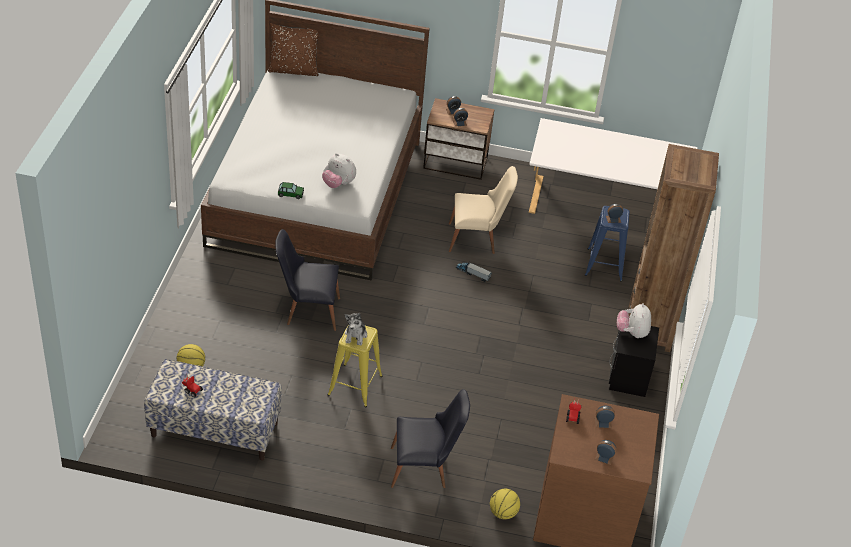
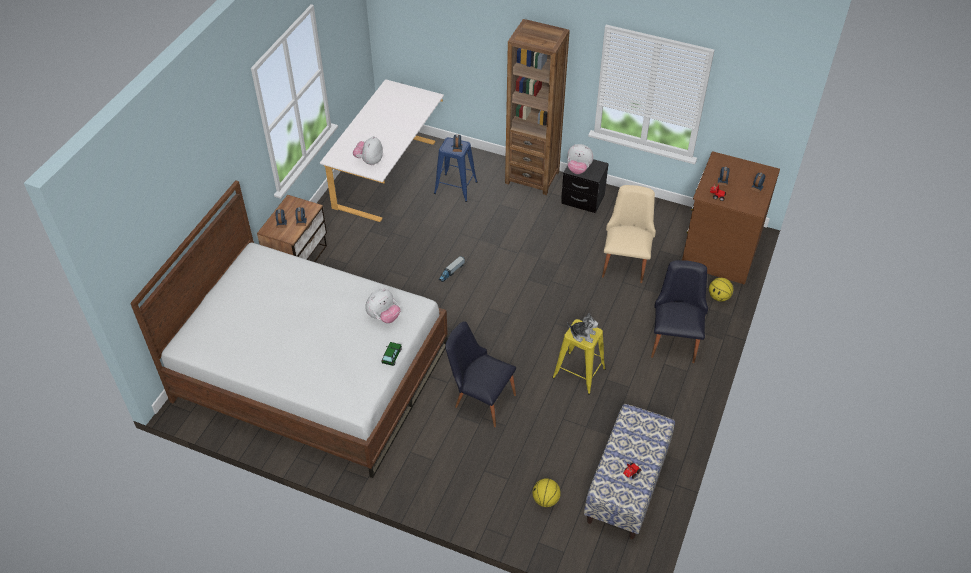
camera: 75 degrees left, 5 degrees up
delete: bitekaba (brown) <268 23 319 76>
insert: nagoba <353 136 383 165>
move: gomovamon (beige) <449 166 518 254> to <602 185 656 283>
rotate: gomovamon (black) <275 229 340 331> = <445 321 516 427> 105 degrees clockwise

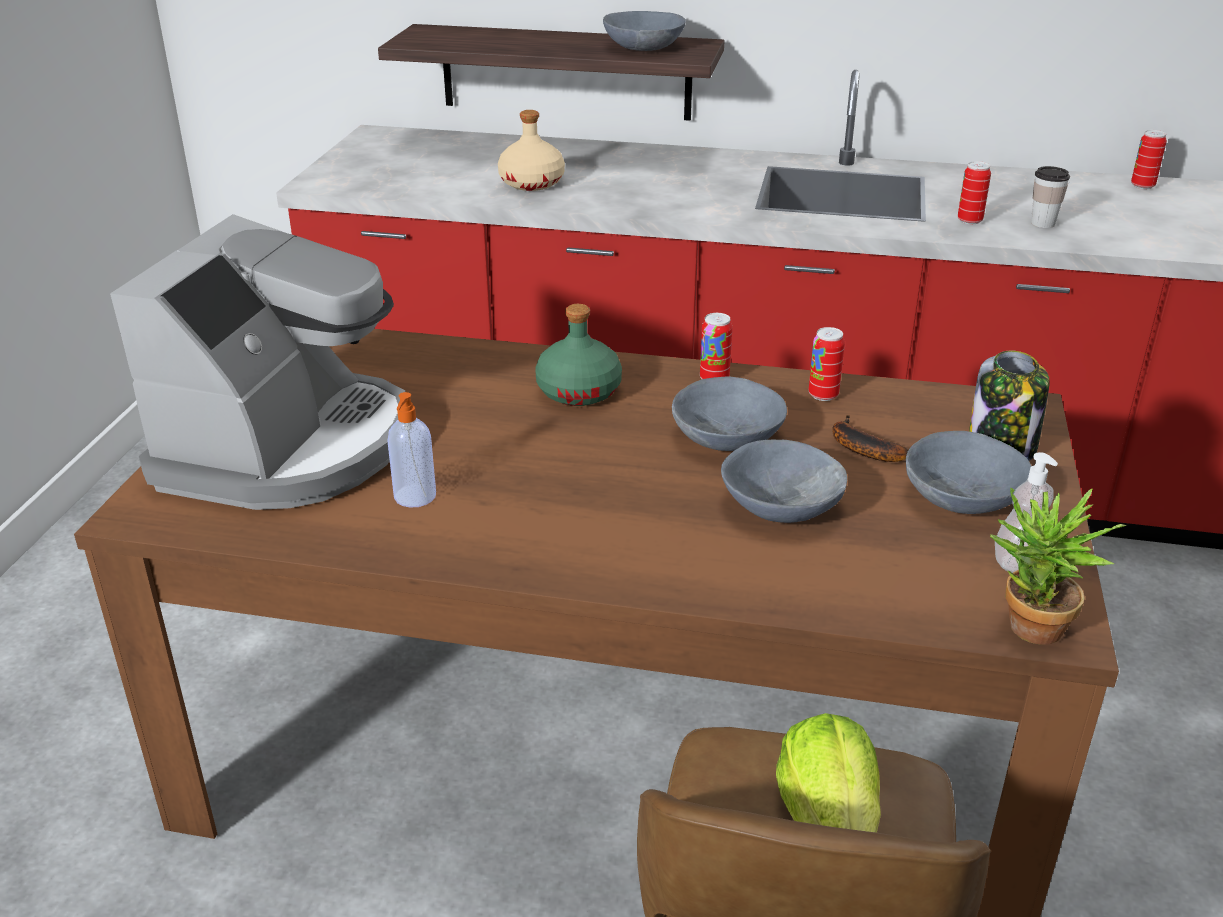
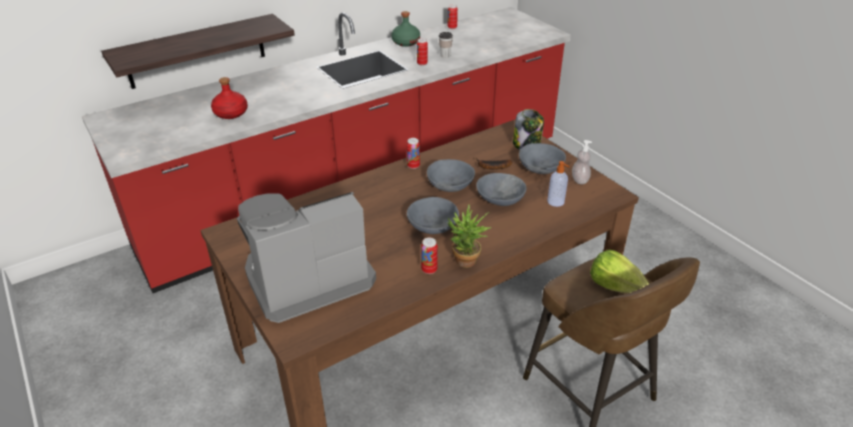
camera: 45 degrees left, 5 degrees up
move: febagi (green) <535 304 622 406> to <392 11 420 47>; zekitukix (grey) <603 11 686 51> to <407 197 459 234>; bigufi <809 327 845 401> to <421 238 438 274>; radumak <990 488 1126 645> to <448 205 491 268>; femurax <387 392 436 508> to <547 161 570 207>
recolor: febagi (beige) <498 110 565 191> to febagi (red) <211 77 248 119>
rotate: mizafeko <110 214 405 510> = <237 192 376 323> 90 degrees counterclockwise

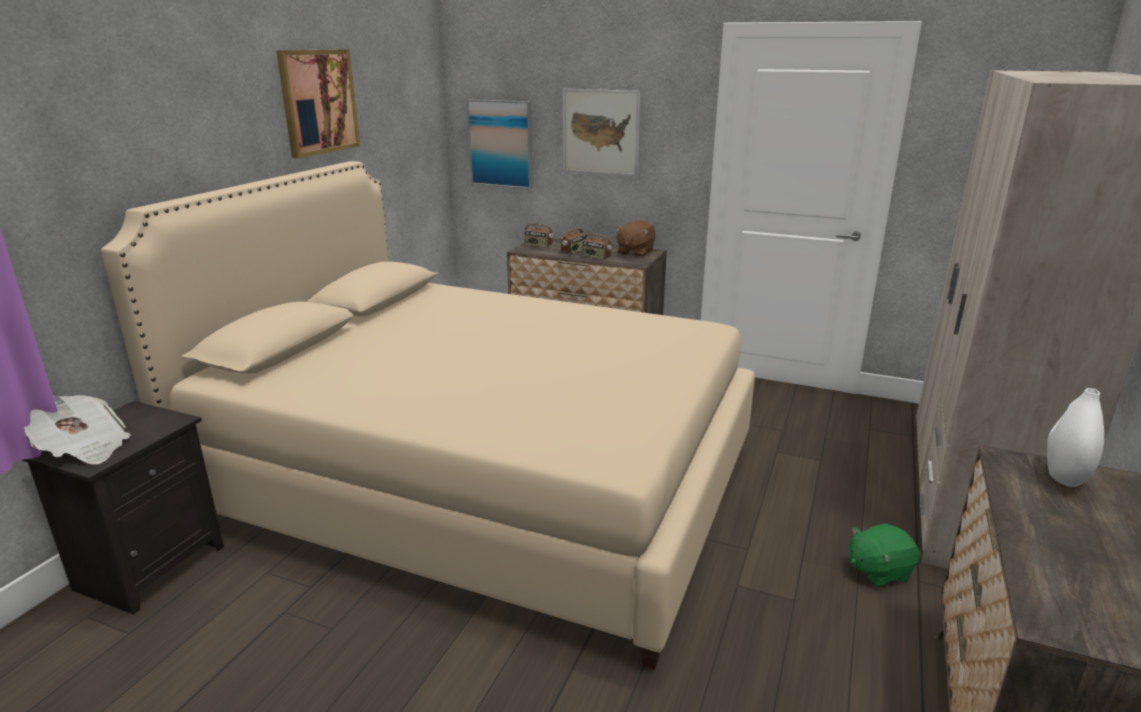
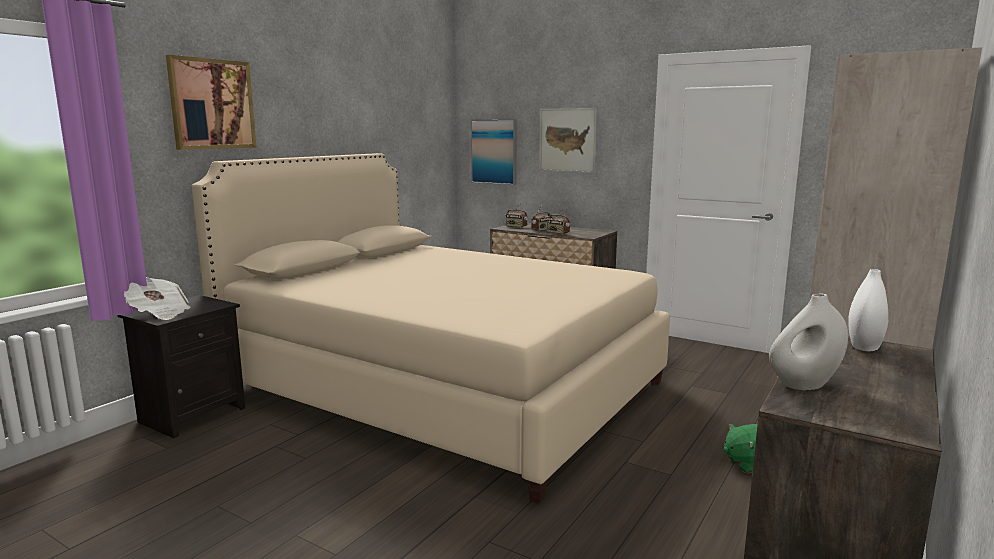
camera: 10 degrees right, 10 degrees down
delete: nagoba (brown) <615 220 656 257>
insert: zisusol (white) <769 294 848 391>
move: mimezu <276 49 360 158> to <166 55 257 150>

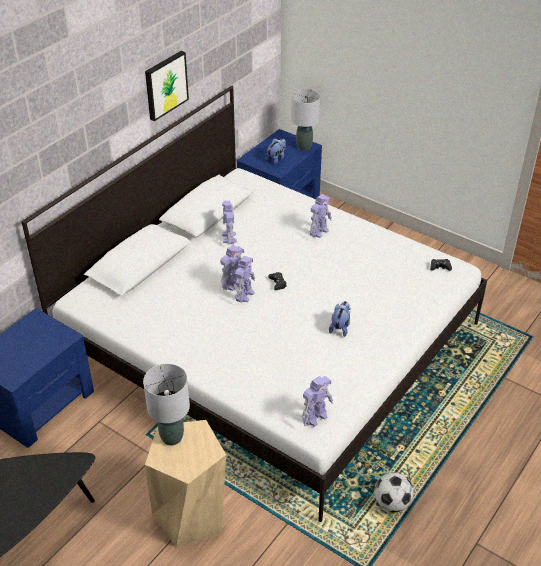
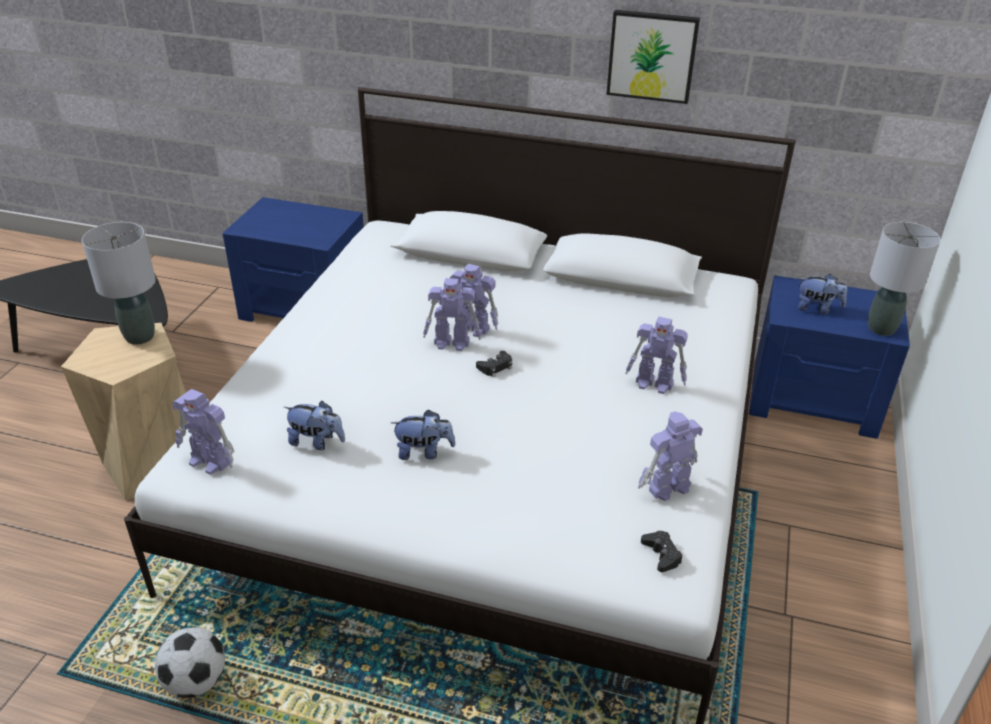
camera: 70 degrees right, 5 degrees down
insert: nagoba <284 401 345 450>
move: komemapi <222 201 237 245> to <638 411 703 501>

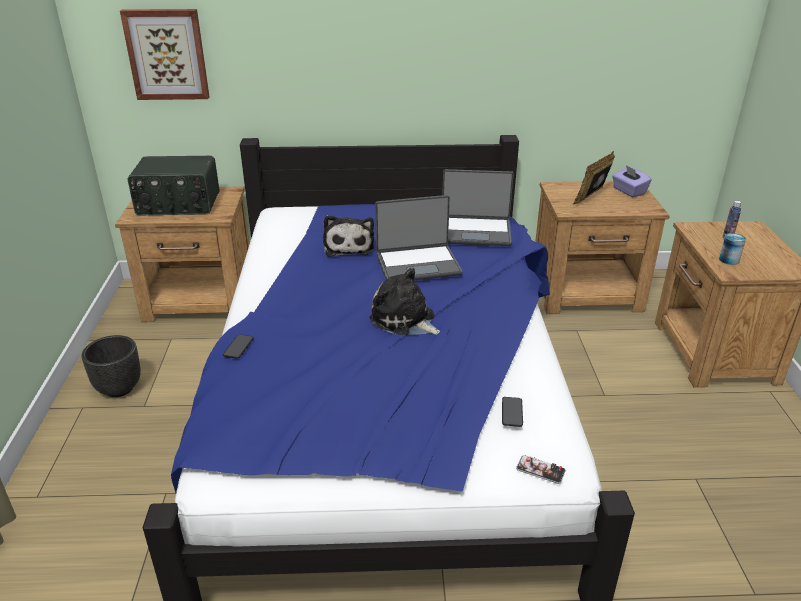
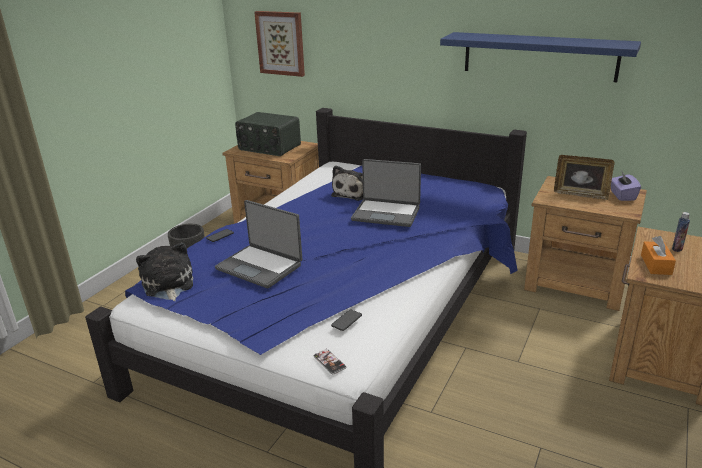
camera: 30 degrees right, 5 degrees down
insert: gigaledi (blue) <440 32 641 82>
move: nagoba <370 267 440 335> to <136 242 193 302>; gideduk <442 169 514 246> to <215 200 302 288>
replace: bigufi <719 233 746 265> to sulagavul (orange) <641 236 676 275>
rotate: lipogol <573 151 615 204> = <554 155 615 200> 135 degrees counterclockwise

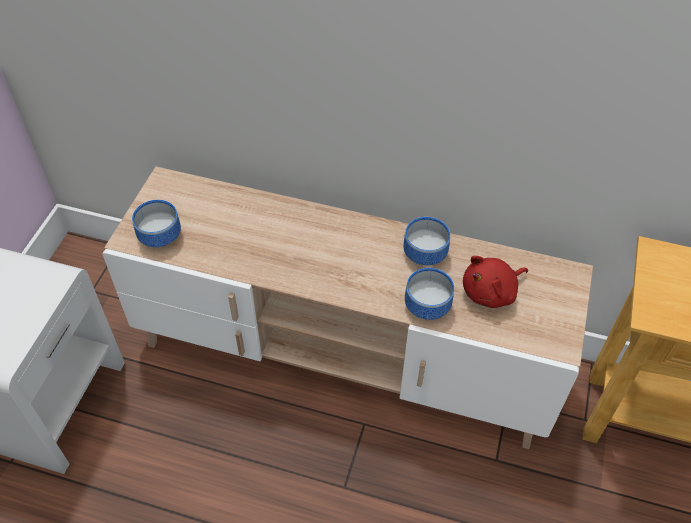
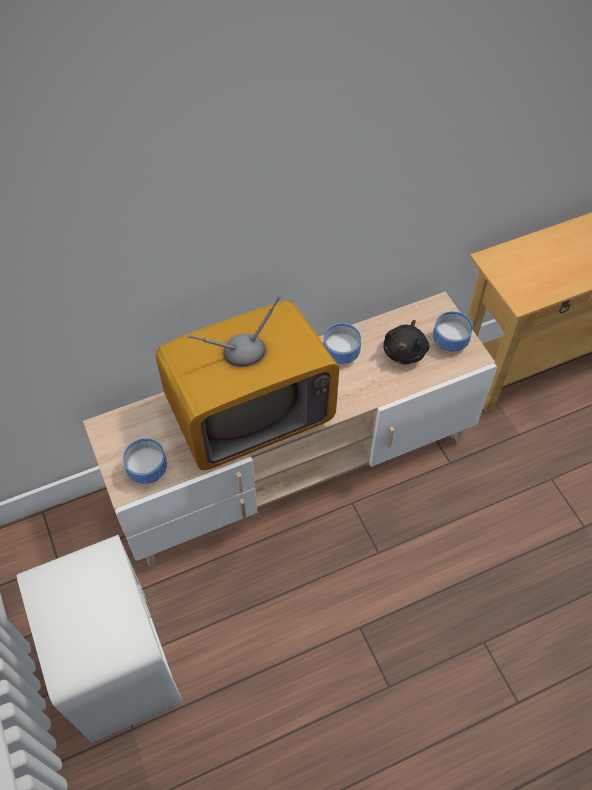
camera: 40 degrees left, 5 degrees up
insert: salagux <156 294 339 470>
move: zekitukix <405 268 454 320> to <433 311 473 352>
recolor: nagoba (red) <463 256 528 308> to nagoba (black) <383 320 429 364>

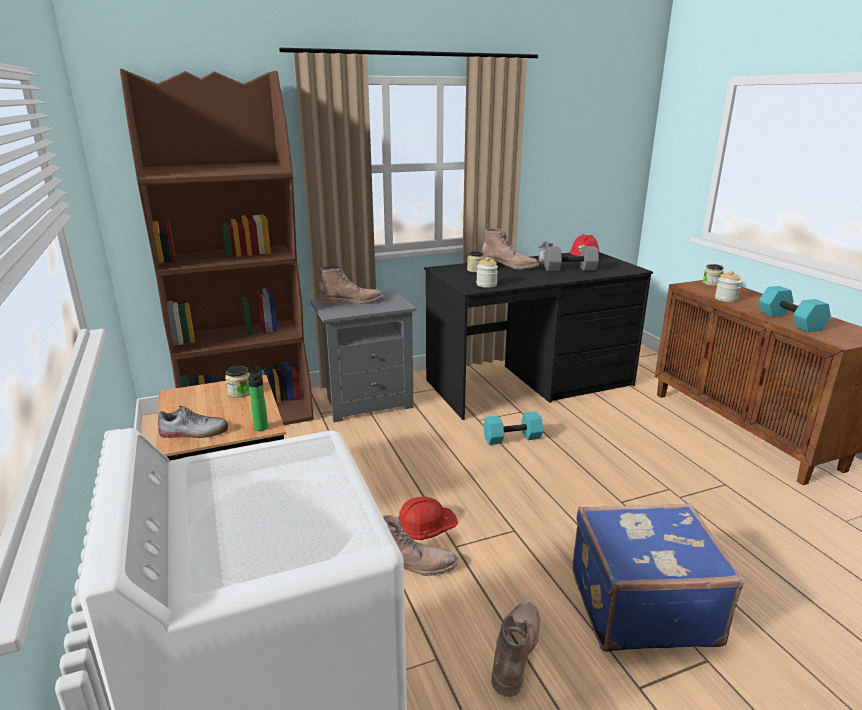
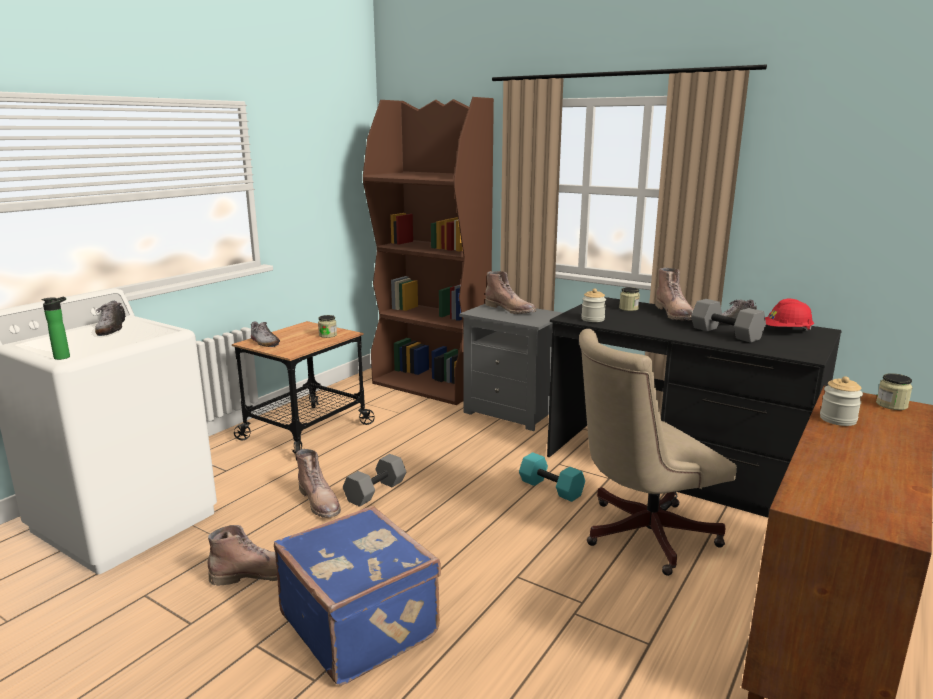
camera: 55 degrees right, 5 degrees down
delete: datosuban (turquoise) <759 286 831 332>
insert: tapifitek <95 301 126 336>; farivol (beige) <579 329 736 576>
move: febagi <248 370 268 431> to <42 297 70 360>
replace: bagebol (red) <398 497 458 540> to datosuban (grey) <343 454 406 507>

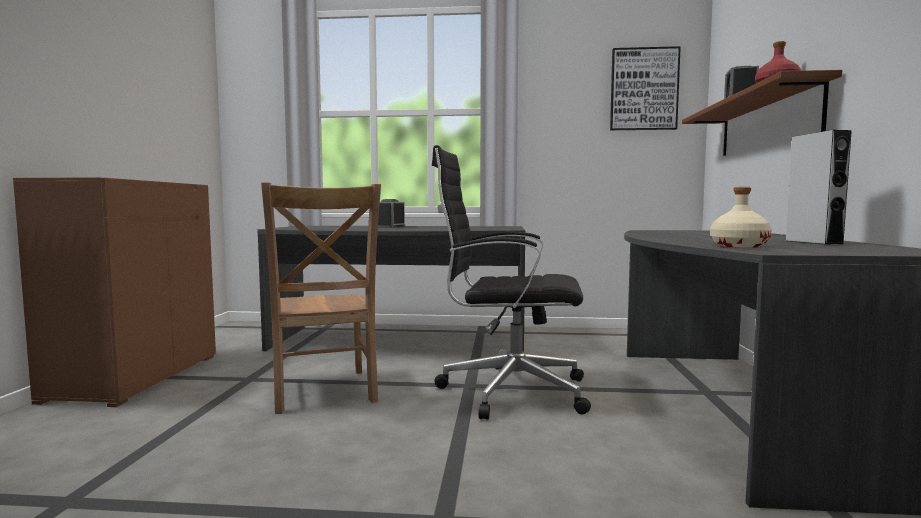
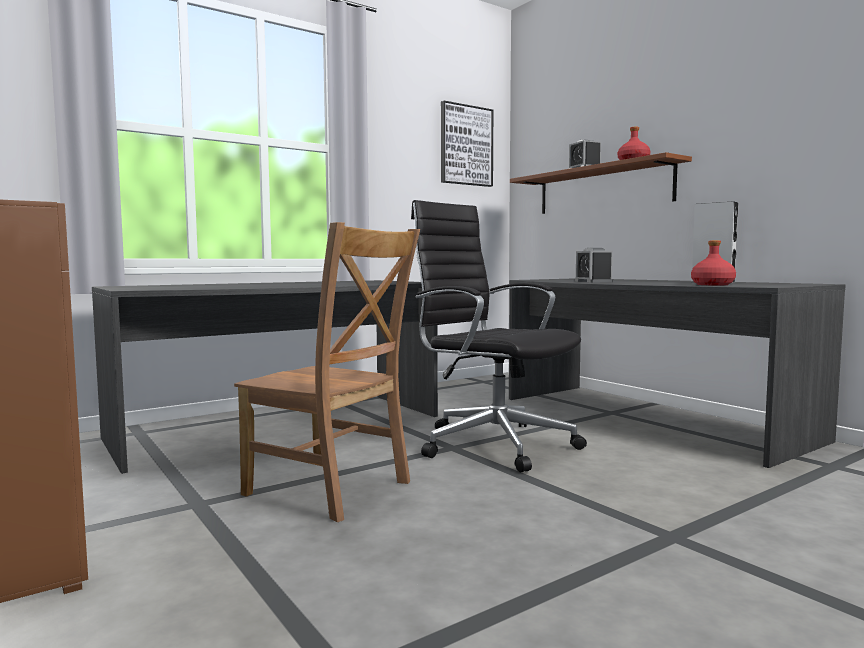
camera: 40 degrees left, 0 degrees up
move: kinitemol <378 199 405 228> to <575 248 613 282>
recolor: febagi (beige) <710 187 772 248> to febagi (red) <691 240 736 285>
rotate: farivol (black) <432 145 591 420> = <411 200 587 472> 75 degrees clockwise

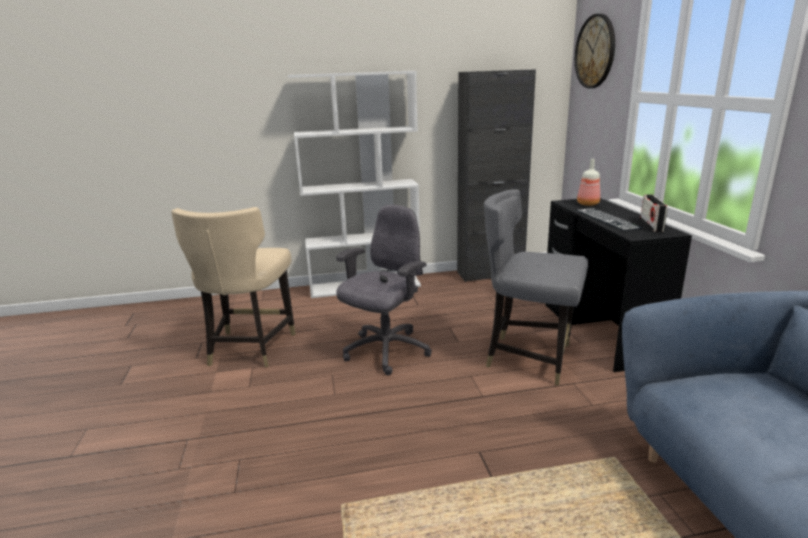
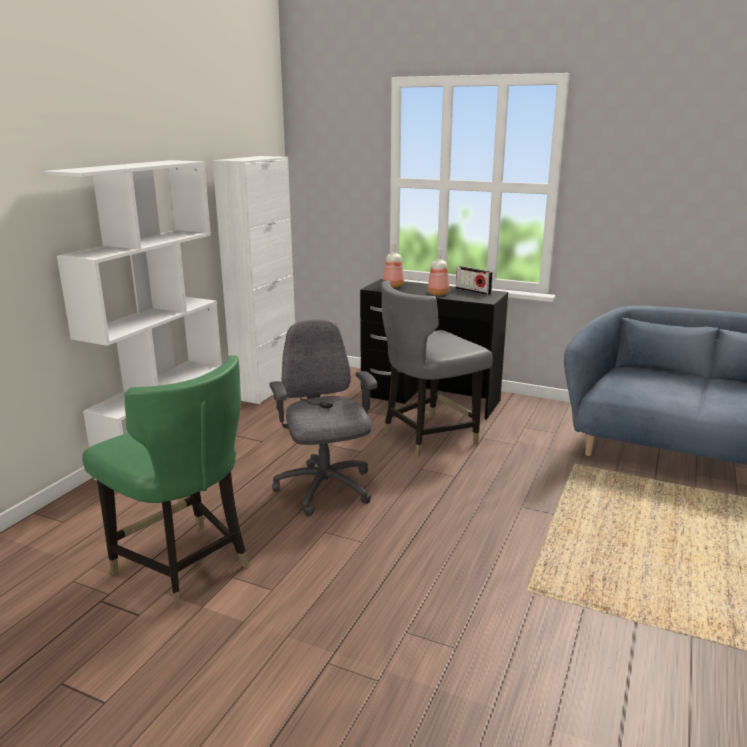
camera: 55 degrees left, 0 degrees up
delete: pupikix <575 14 615 88>
replace: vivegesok <576 208 643 231> to febagi <428 249 450 295>
recolor: gomovamon (beige) <171 207 296 367> to gomovamon (green) <82 355 249 610>; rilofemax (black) <457 70 536 282> to rilofemax (white) <213 156 295 404>

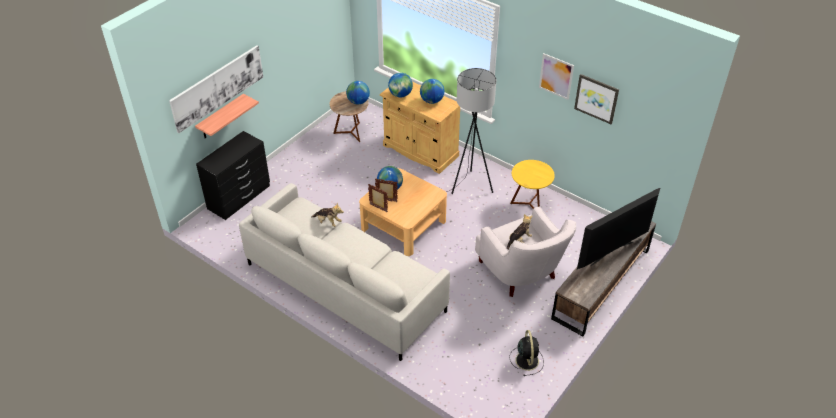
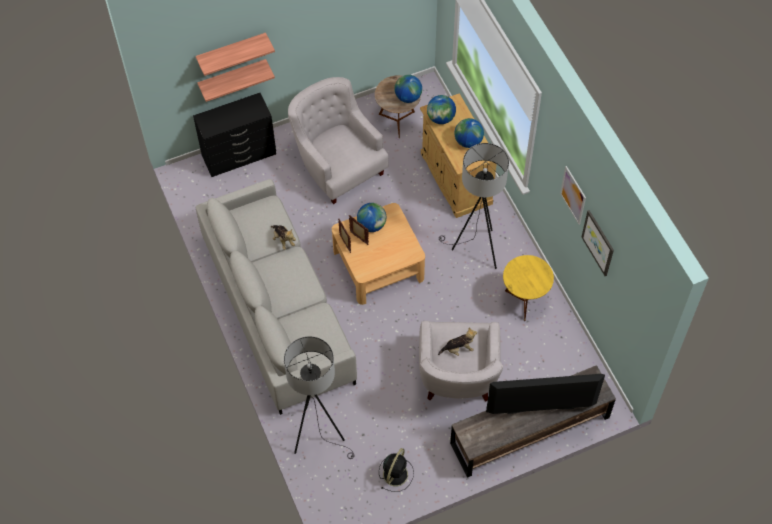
camera: 30 degrees right, 15 degrees up
insert: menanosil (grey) <284 336 354 459>; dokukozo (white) <288 77 388 204>
replace: mimezu <169 45 263 133> to gigaledi <196 33 275 76>

